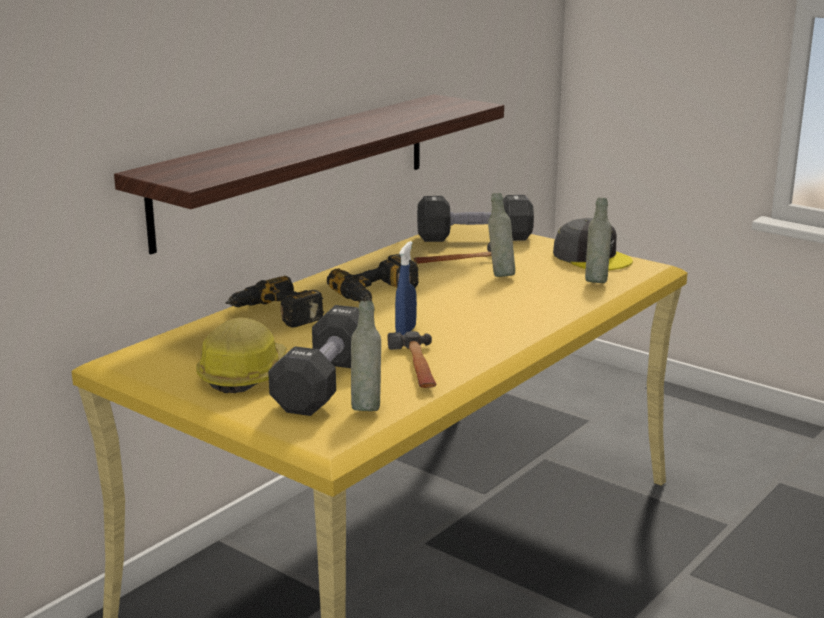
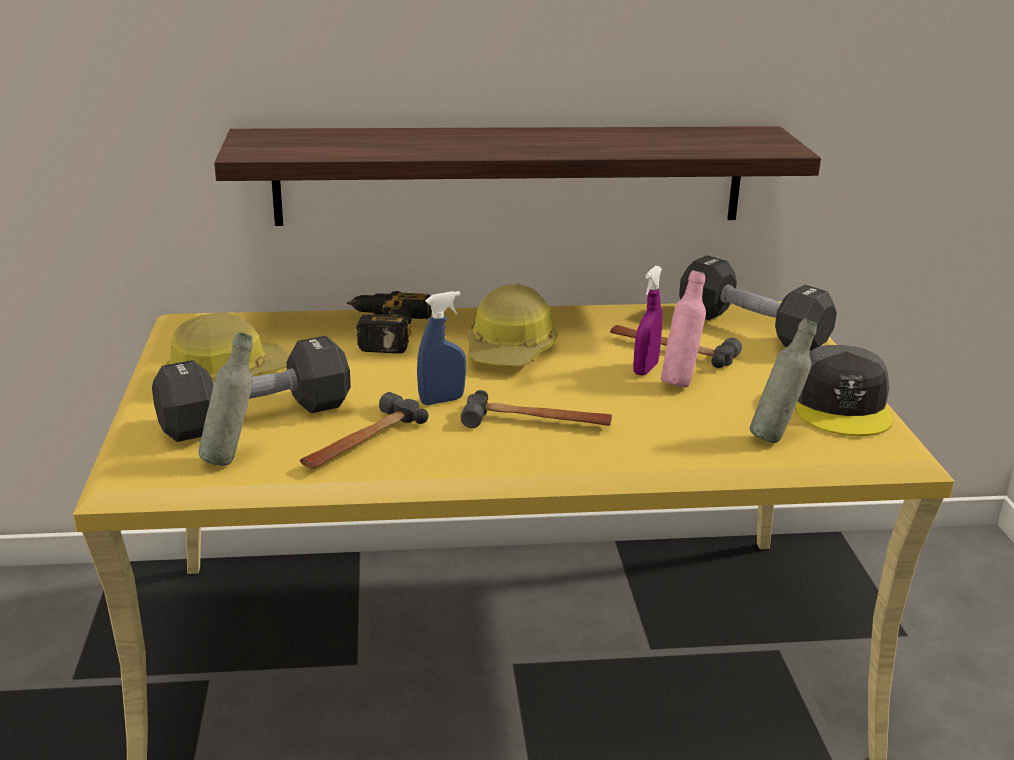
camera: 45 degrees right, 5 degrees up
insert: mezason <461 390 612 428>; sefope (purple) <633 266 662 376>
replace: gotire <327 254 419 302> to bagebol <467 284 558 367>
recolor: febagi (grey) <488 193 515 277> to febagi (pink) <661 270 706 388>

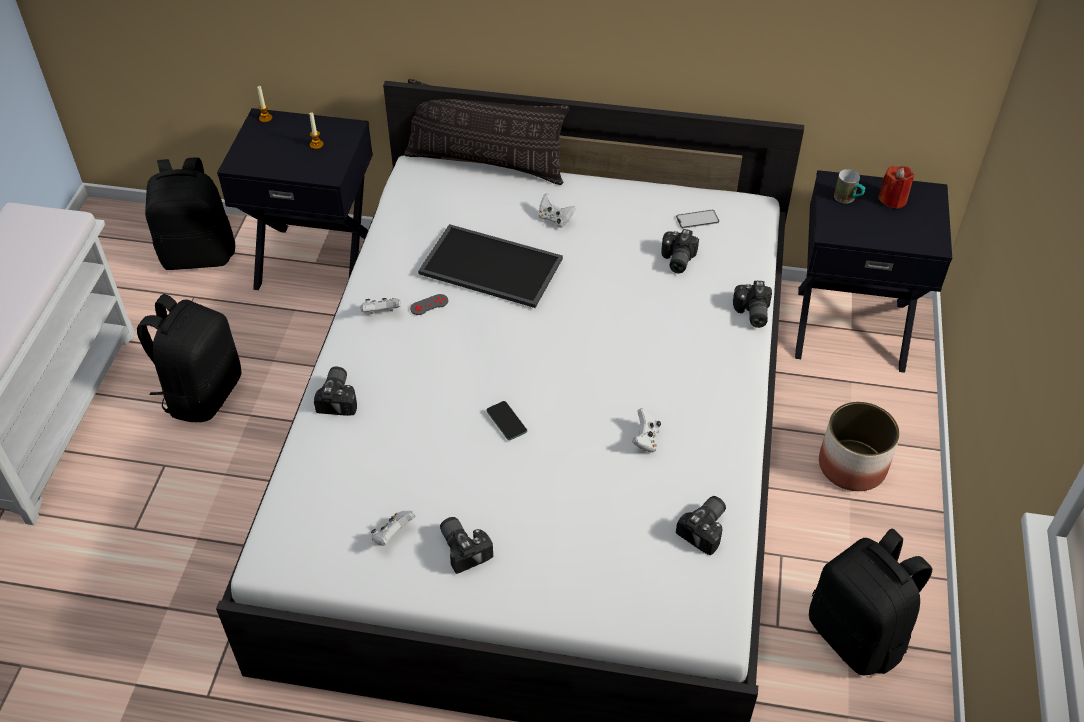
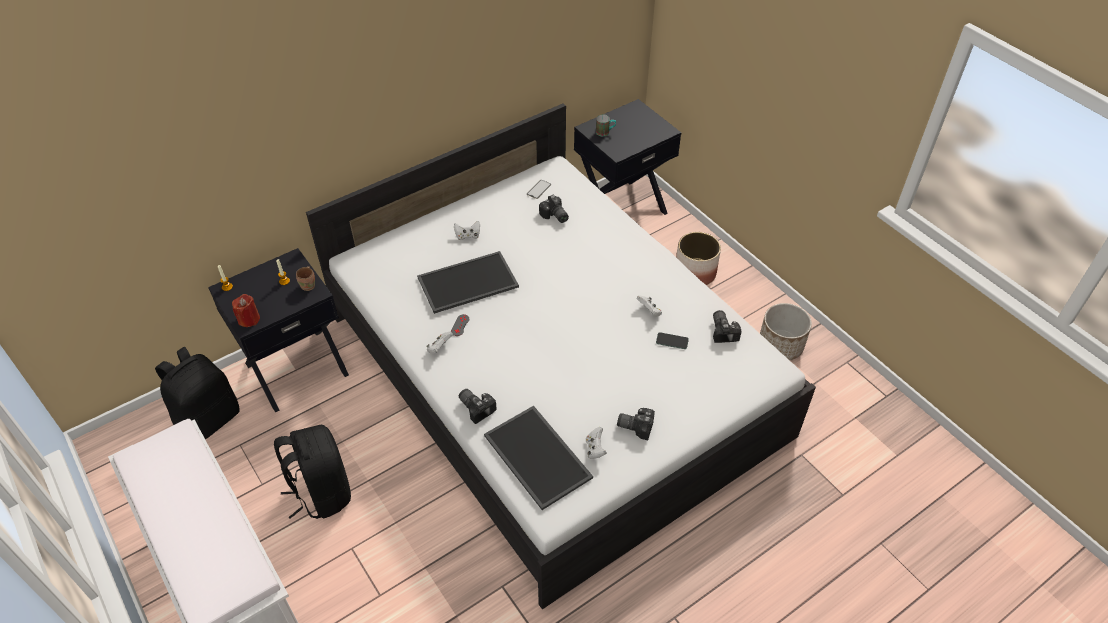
camera: 45 degrees left, 0 degrees up
delete: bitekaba <404 79 569 185>; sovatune <733 281 772 328>
insert: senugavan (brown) <296 266 315 291>; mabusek <484 406 593 510>
move: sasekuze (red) <878 166 914 209> to <232 294 260 327>; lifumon <486 401 527 440> to <656 332 689 349>
replace: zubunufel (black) <809 528 932 675> to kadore <760 303 812 360>

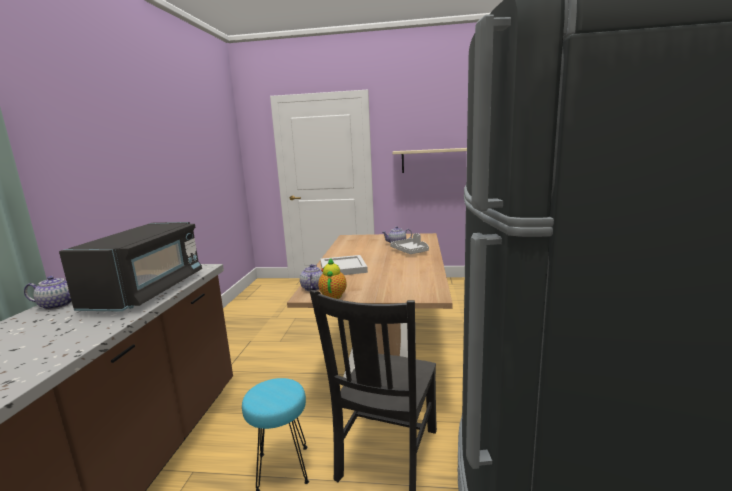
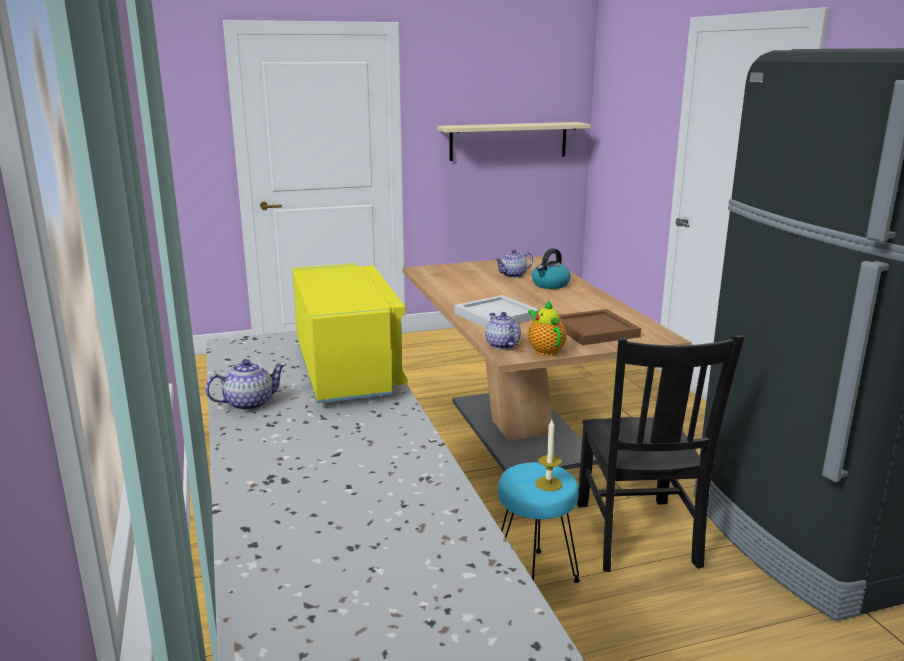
camera: 25 degrees left, 5 degrees up
insert: sasekuze <535 419 562 491>; mabusek (brown) <559 309 641 345>
replace: mabusek (grey) <390 233 429 254> to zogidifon <532 248 571 289>
recolor: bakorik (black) <59 222 202 312> to bakorik (yellow) <292 263 407 403>

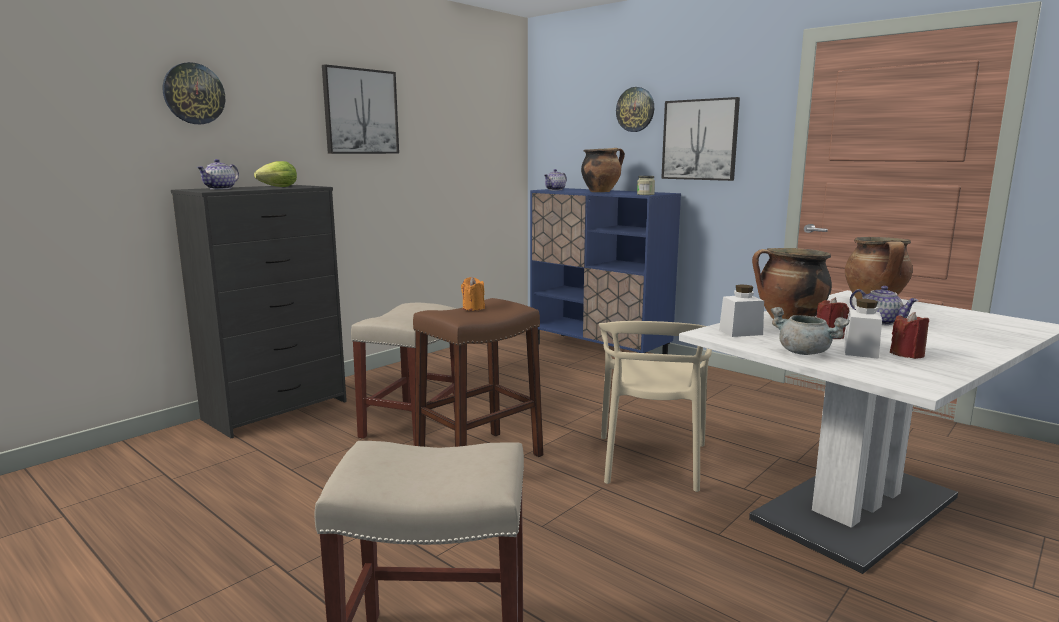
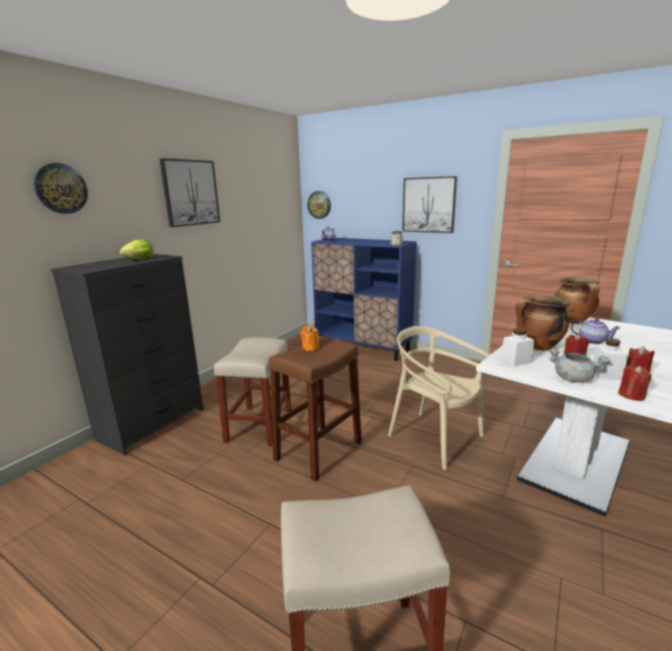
camera: 10 degrees left, 5 degrees up
delete: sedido <197 159 239 190>; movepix <581 148 625 192>
insert: sasekuze (red) <618 366 652 401>
move: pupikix <616 87 654 132> to <307 191 331 219>
rotate: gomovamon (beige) <599 321 712 492> = <388 326 490 470> 135 degrees clockwise

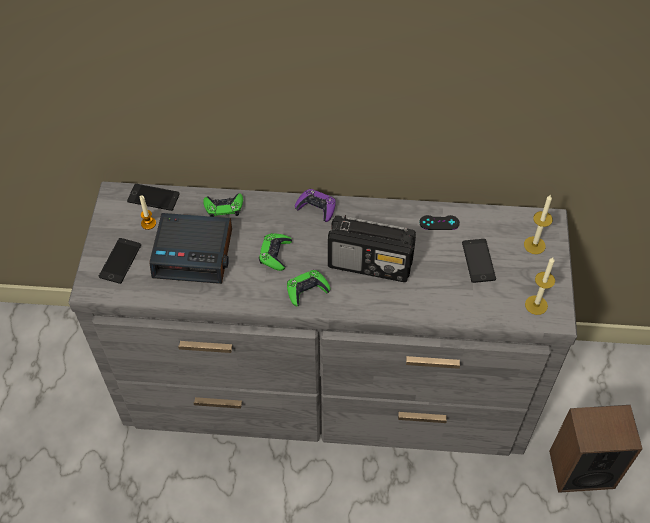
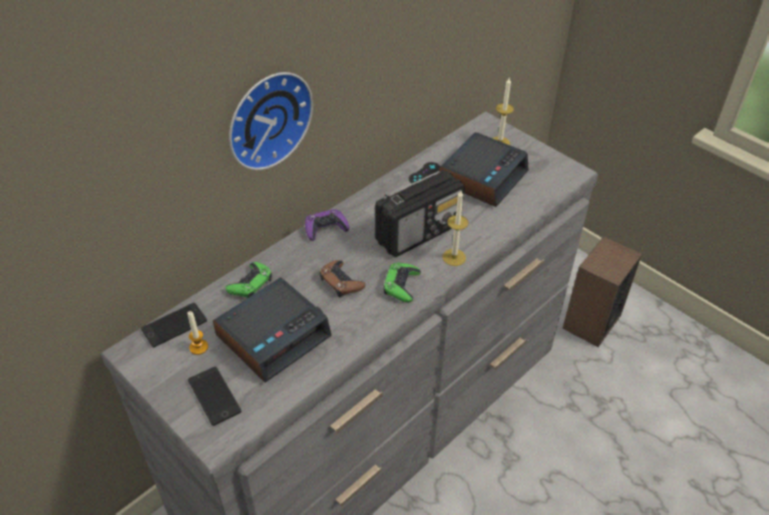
camera: 50 degrees left, 10 degrees down
insert: pupikix <229 72 313 170>
move: sasekuze <525 257 555 315> to <442 191 468 266>
replace: lifumon <462 239 496 283> to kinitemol <439 132 529 207>
recolor: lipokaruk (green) <259 233 292 271> to lipokaruk (brown) <319 260 365 297>

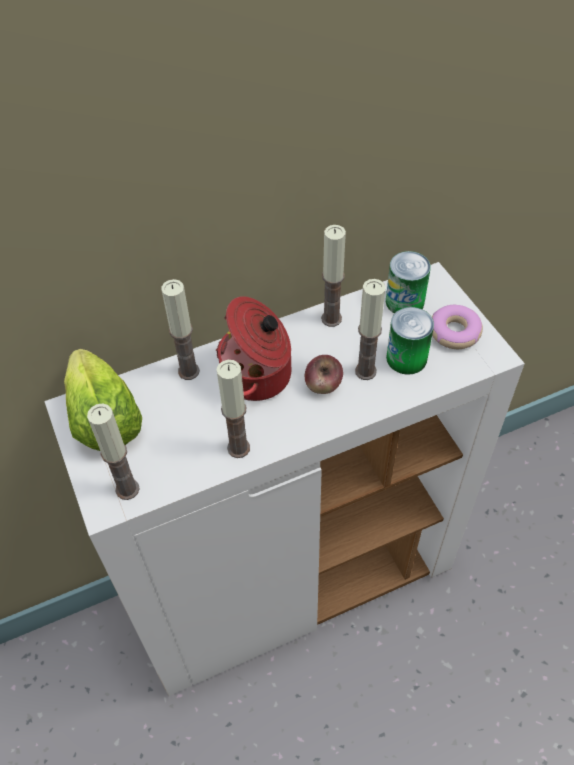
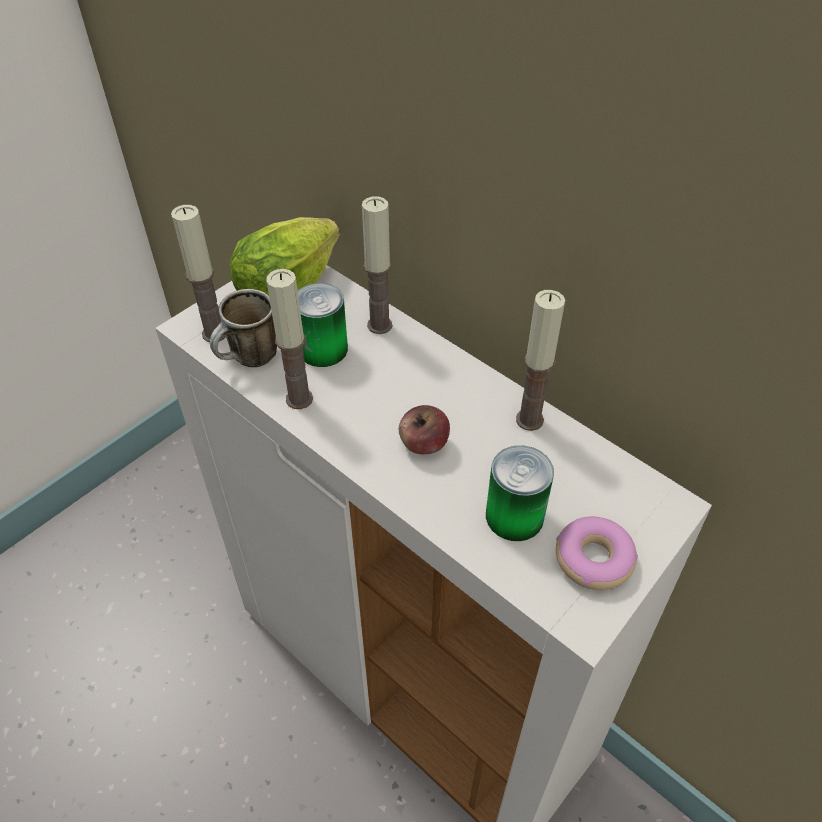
camera: 65 degrees right, 5 degrees down
delete: movepix <216 296 291 401>; sasekuze <355 279 386 380>
insert: senugavan <210 289 277 367>
move: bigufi <386 251 431 314> to <298 283 348 367>

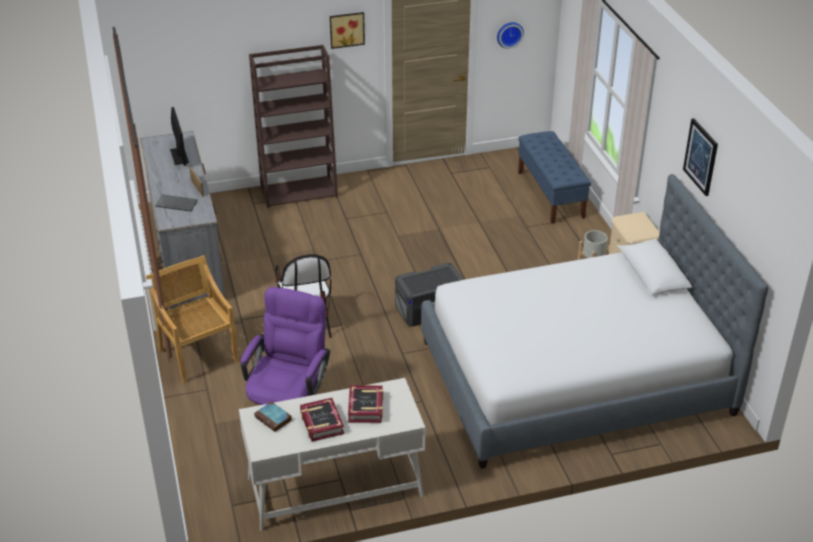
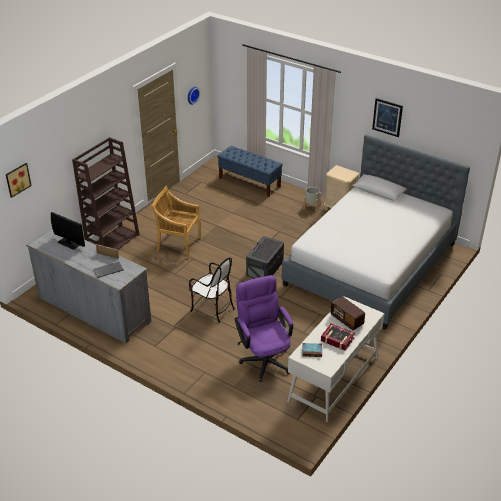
camera: 40 degrees left, 0 degrees up
move: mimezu <330 12 365 49> to <6 163 32 198>; gomovamon (beige) <146 255 239 384> to <151 186 201 258>
replace: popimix <348 385 384 423> to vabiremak <330 296 365 330>

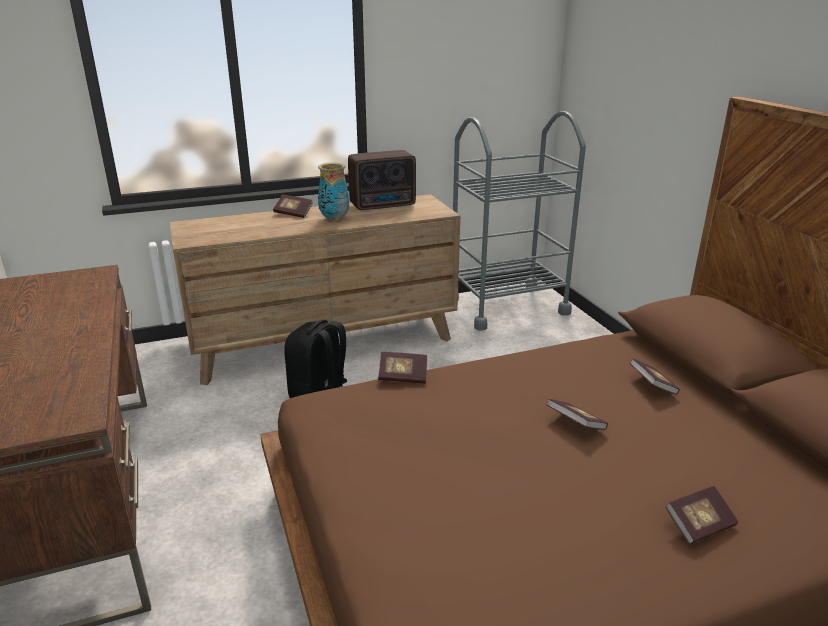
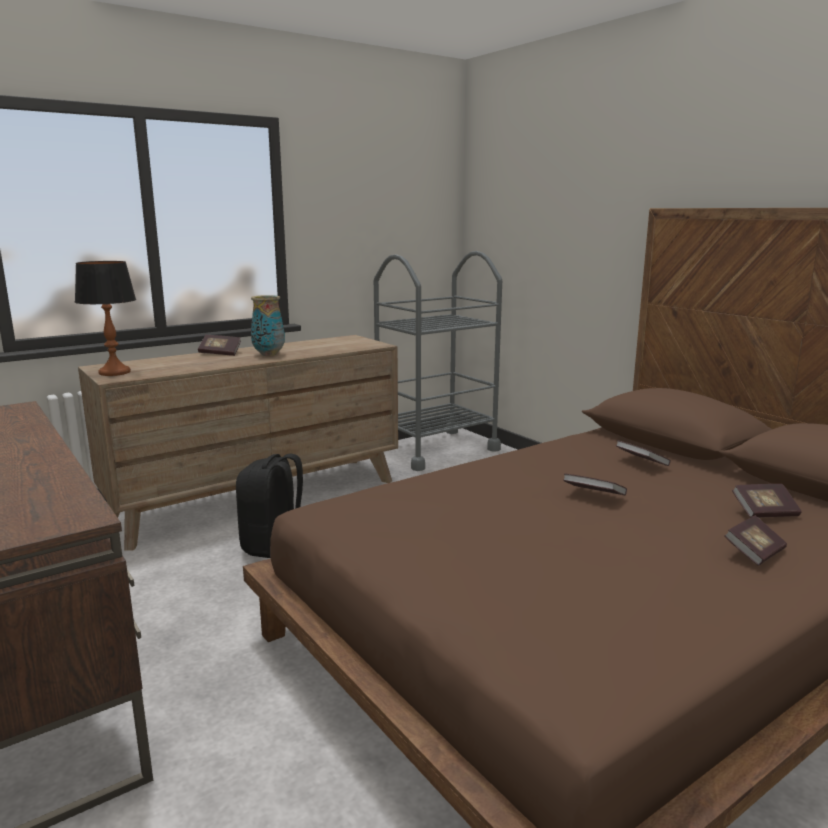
camera: 15 degrees left, 10 degrees down
delete: vabiremak <348 150 416 210>
insert: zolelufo <75 261 136 376>
move: popimix <378 352 427 384> to <732 484 802 518>

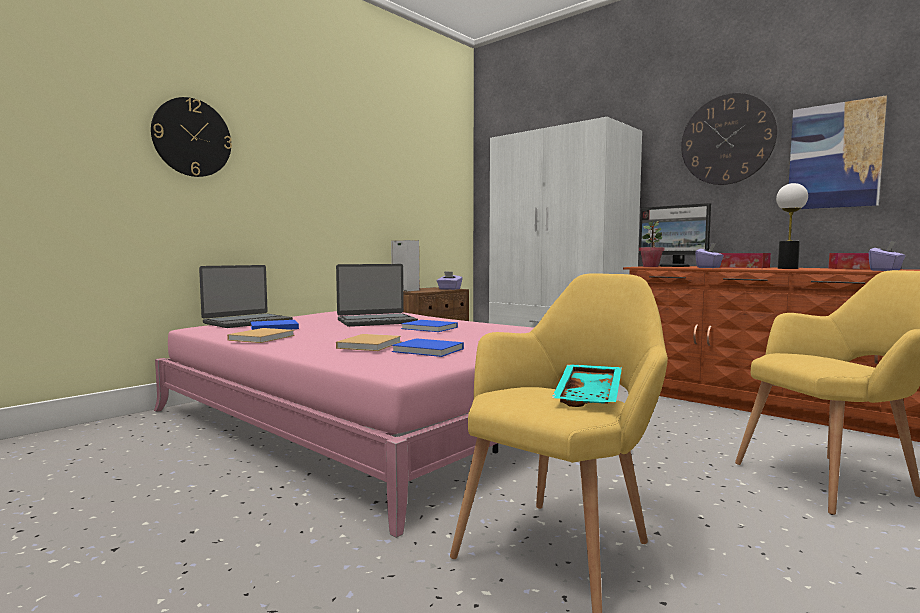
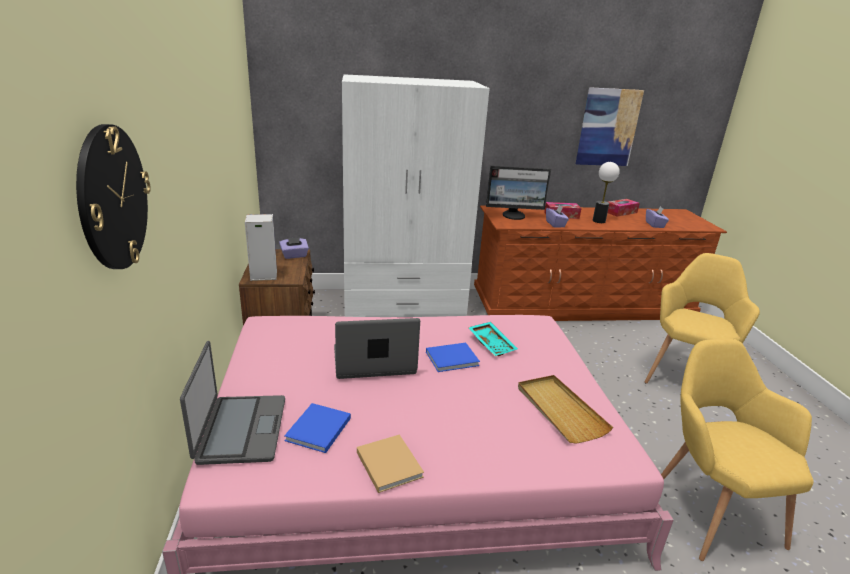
camera: 50 degrees left, 20 degrees up
delete: popimix (beige) <336 334 401 351>; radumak <639 221 664 267>; pupikix <681 93 777 185>
move: mabusek (turquoise) <552 364 622 407> to <468 322 518 356>
replace: popimix (blue) <392 338 464 357> to mabusek (beige) <518 375 613 444>
rotate: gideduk <336 264 418 327> = <334 318 420 379> 120 degrees counterclockwise

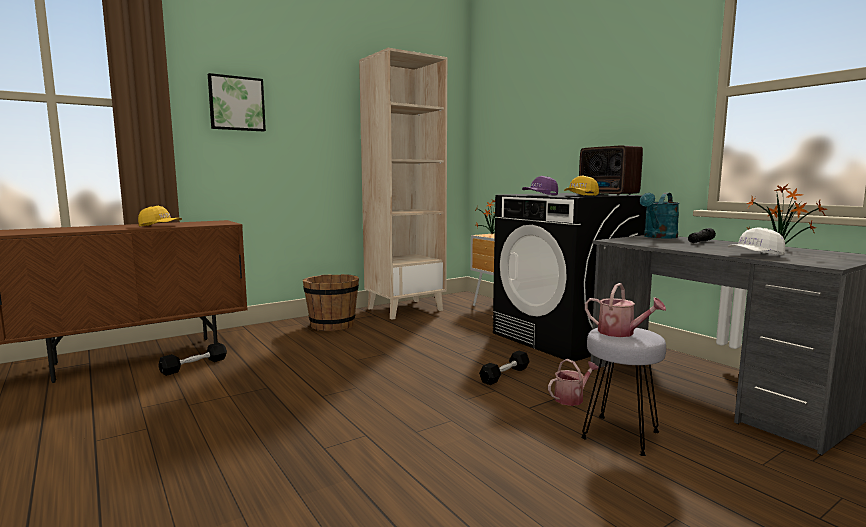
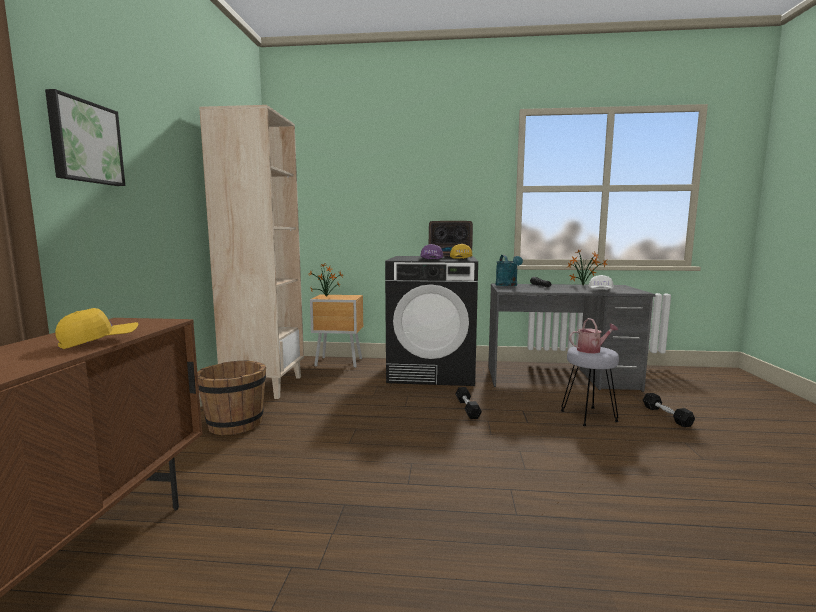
camera: 50 degrees left, 0 degrees up
delete: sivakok <548 359 599 406>
move: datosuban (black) <158 343 227 376> to <643 393 695 427>

